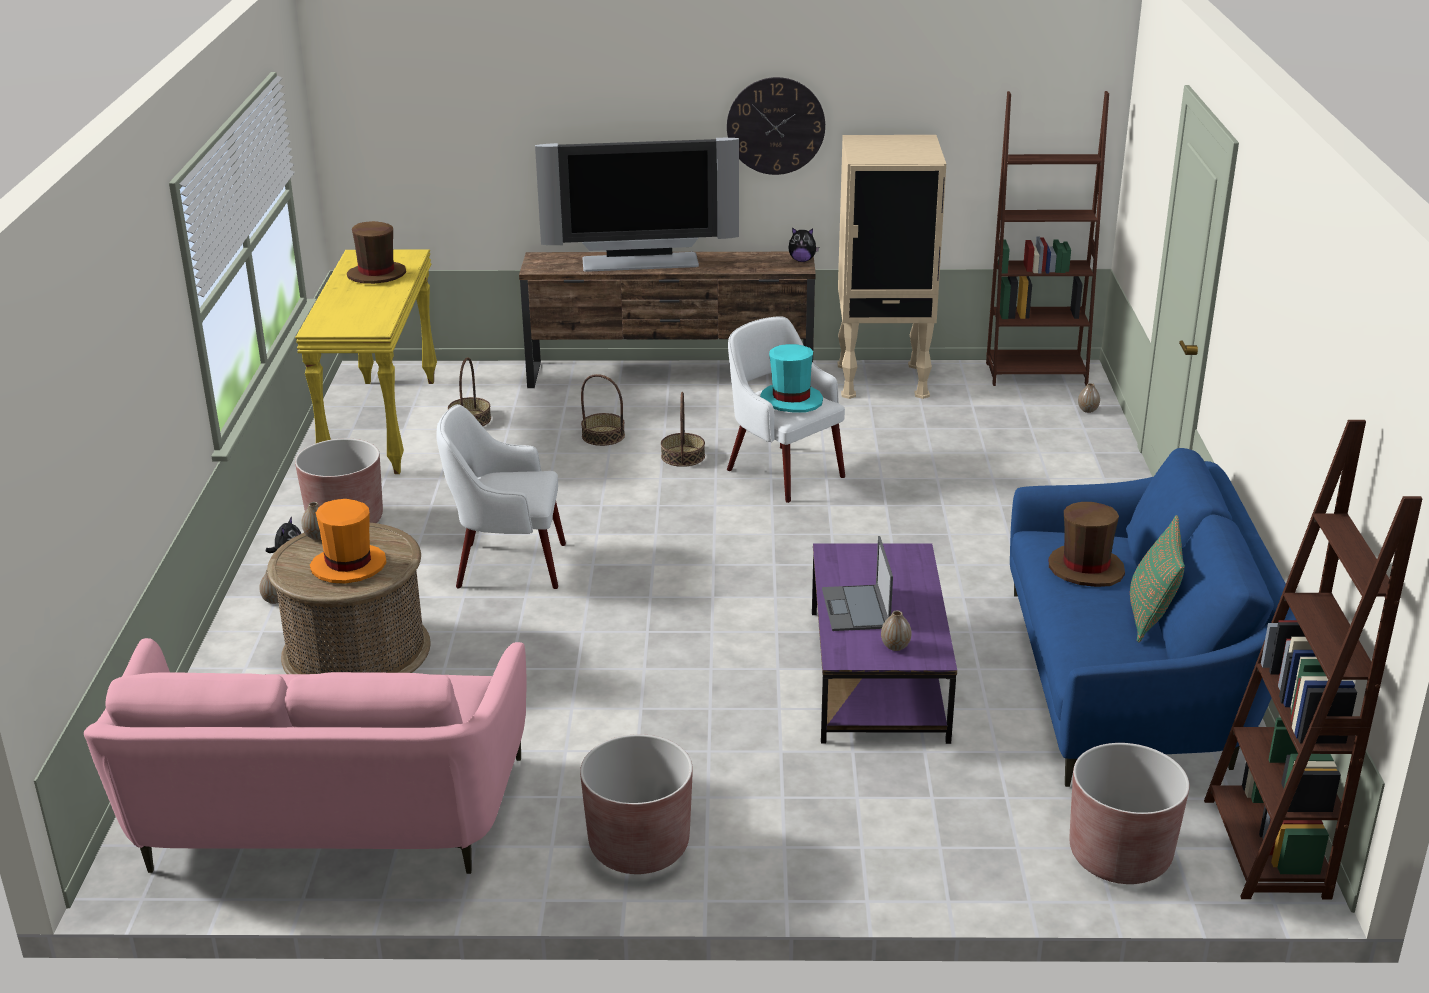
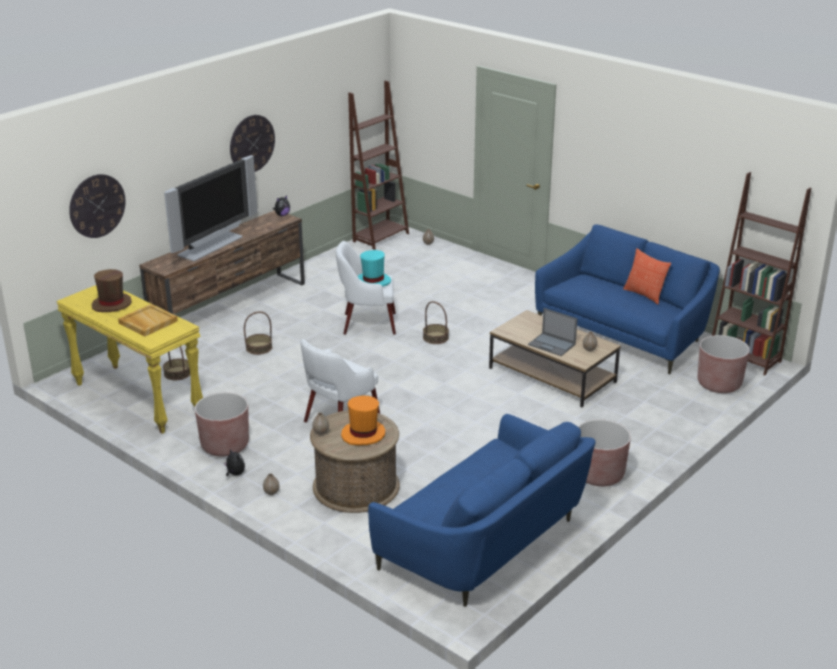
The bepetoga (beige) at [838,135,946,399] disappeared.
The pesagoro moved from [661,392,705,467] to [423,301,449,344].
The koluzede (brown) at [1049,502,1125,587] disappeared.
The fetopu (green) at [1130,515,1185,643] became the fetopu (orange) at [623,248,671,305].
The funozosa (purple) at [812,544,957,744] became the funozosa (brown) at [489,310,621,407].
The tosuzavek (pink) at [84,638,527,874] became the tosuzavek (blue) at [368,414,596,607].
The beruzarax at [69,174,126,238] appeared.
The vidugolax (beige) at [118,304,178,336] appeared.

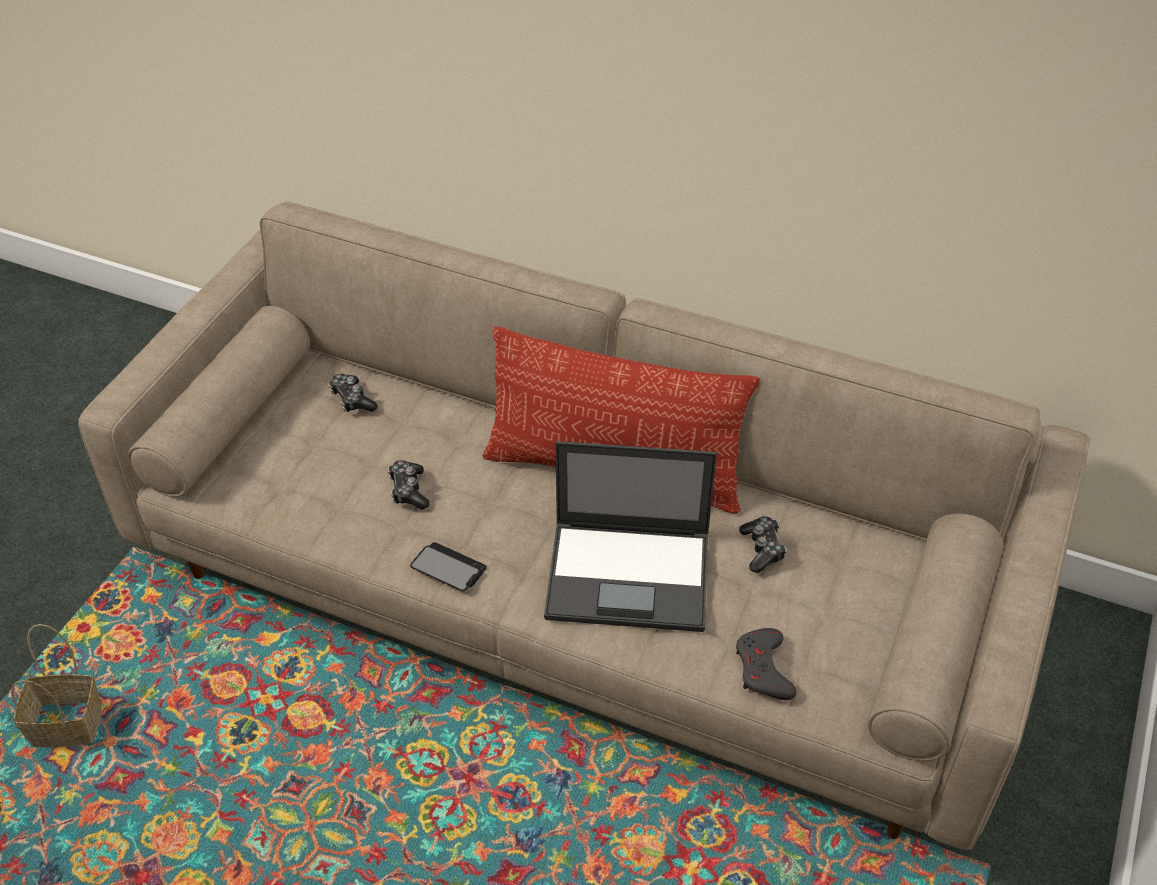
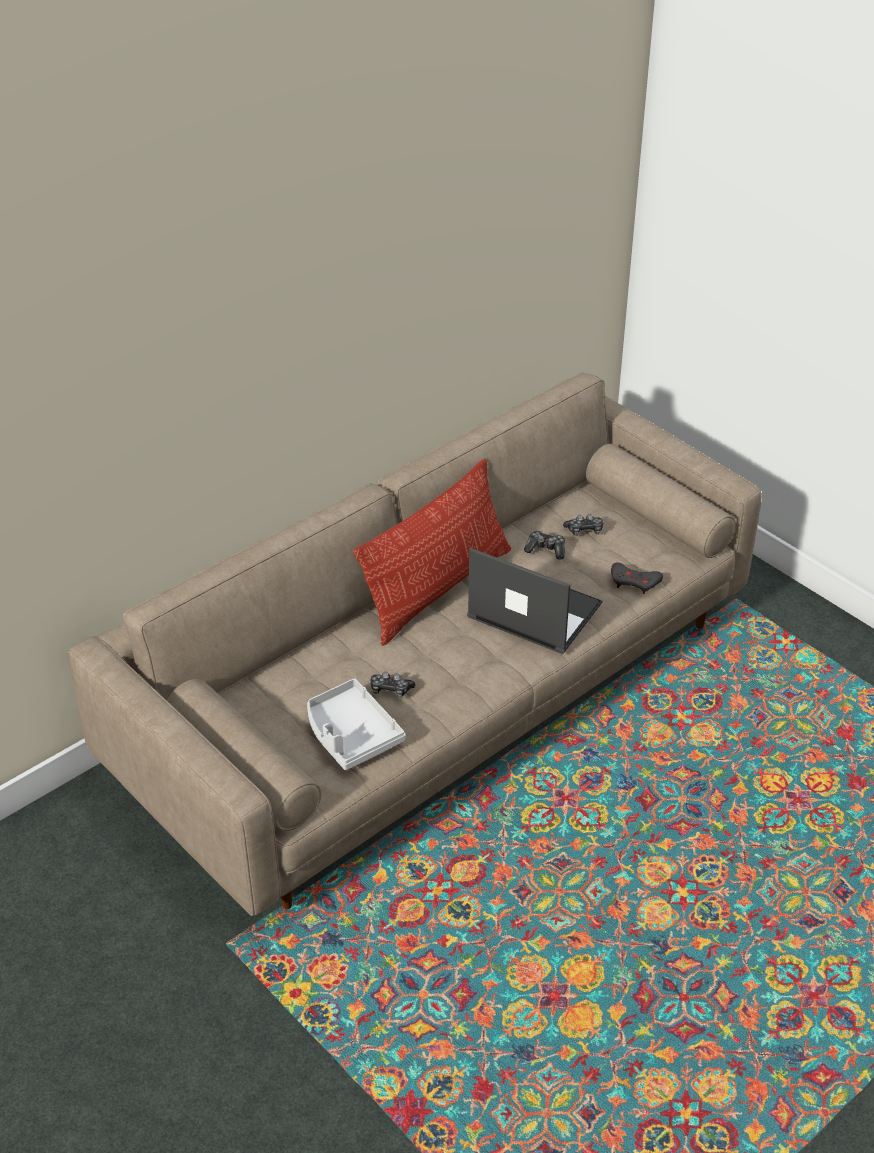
The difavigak moved from [329,374,378,412] to [563,514,603,536].
The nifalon at [544,441,717,632] turned 90 degrees counterclockwise.
The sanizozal at [410,542,487,592] disappeared.
The pesagoro at [11,624,102,747] disappeared.
The vidugolax (grey) at [307,679,406,770] appeared.

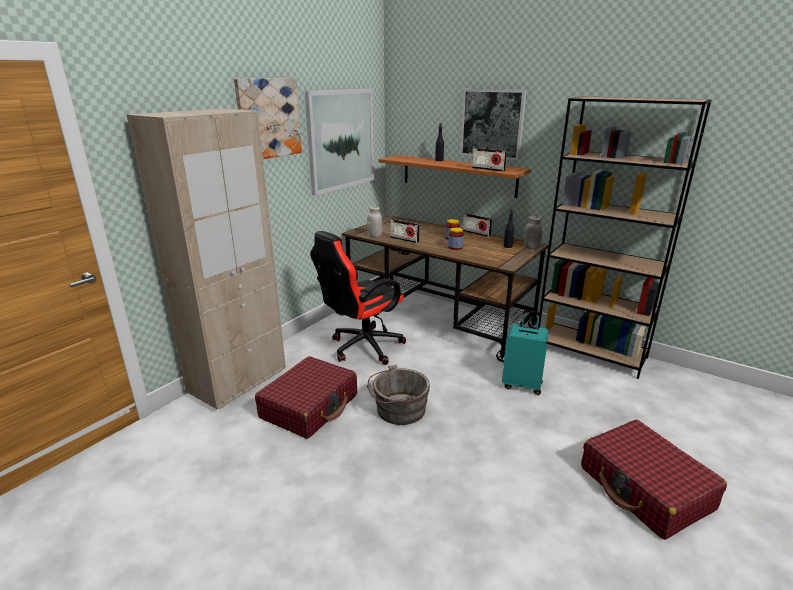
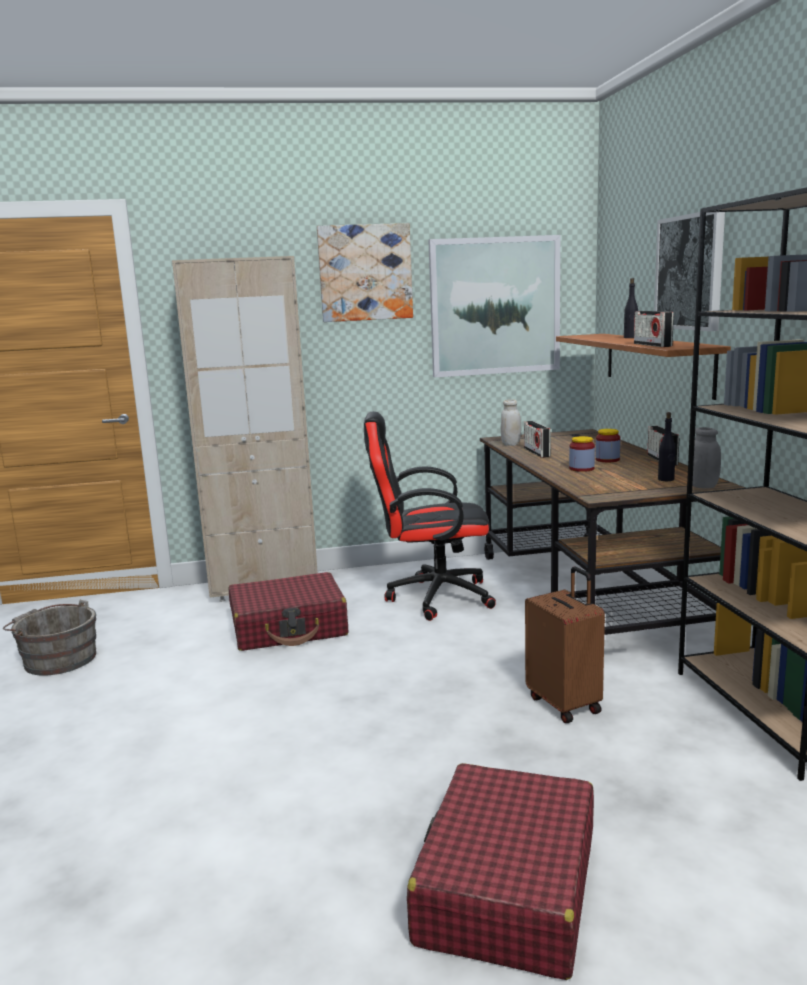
The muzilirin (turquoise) at [502,310,549,395] became the muzilirin (brown) at [525,567,605,723].
The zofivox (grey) moved from [367,365,430,425] to [3,600,96,676].

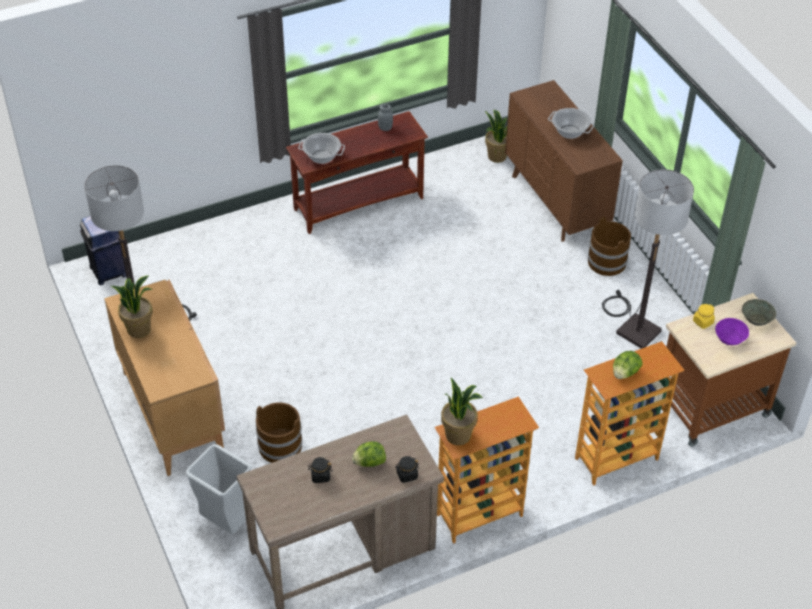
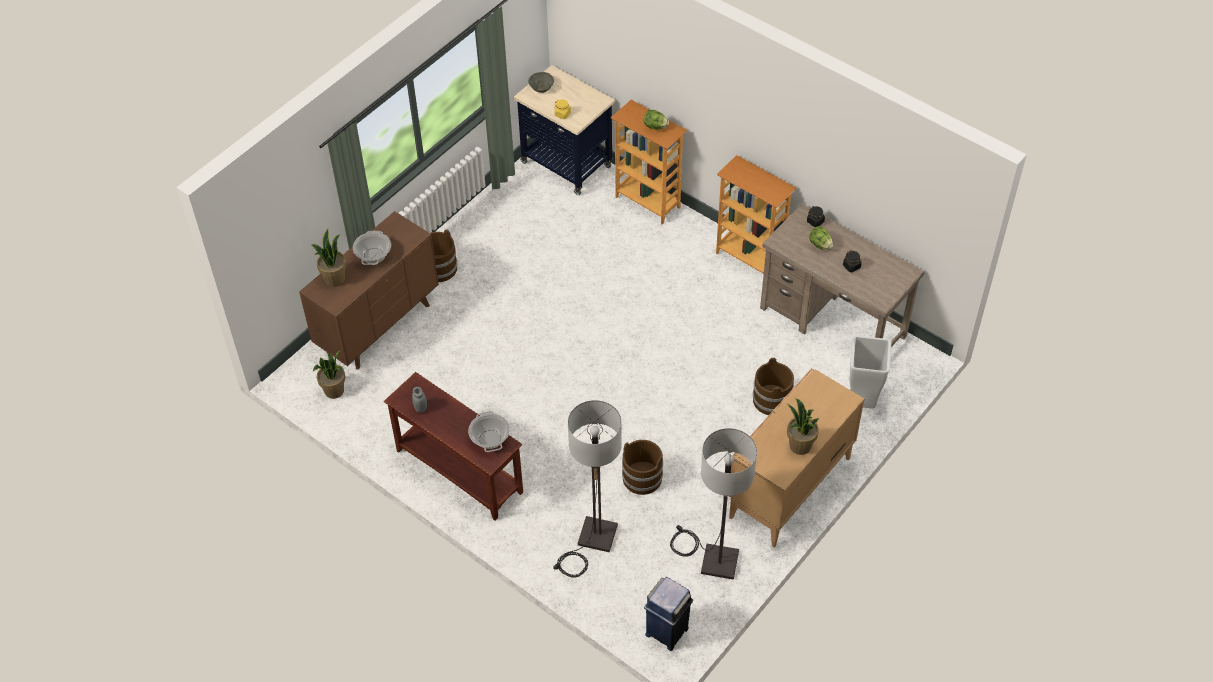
The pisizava moved from [602,169,694,349] to [553,400,622,578].
The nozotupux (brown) at [666,293,796,447] became the nozotupux (blue) at [514,65,615,196].
The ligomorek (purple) at [715,318,749,345] disappeared.
The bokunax moved from [441,378,483,445] to [311,229,346,287].
The zofivox (brown) at [622,440,663,495] appeared.

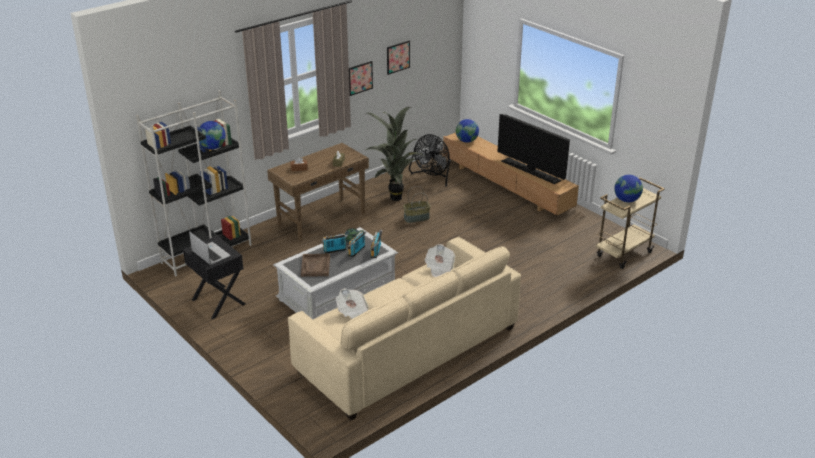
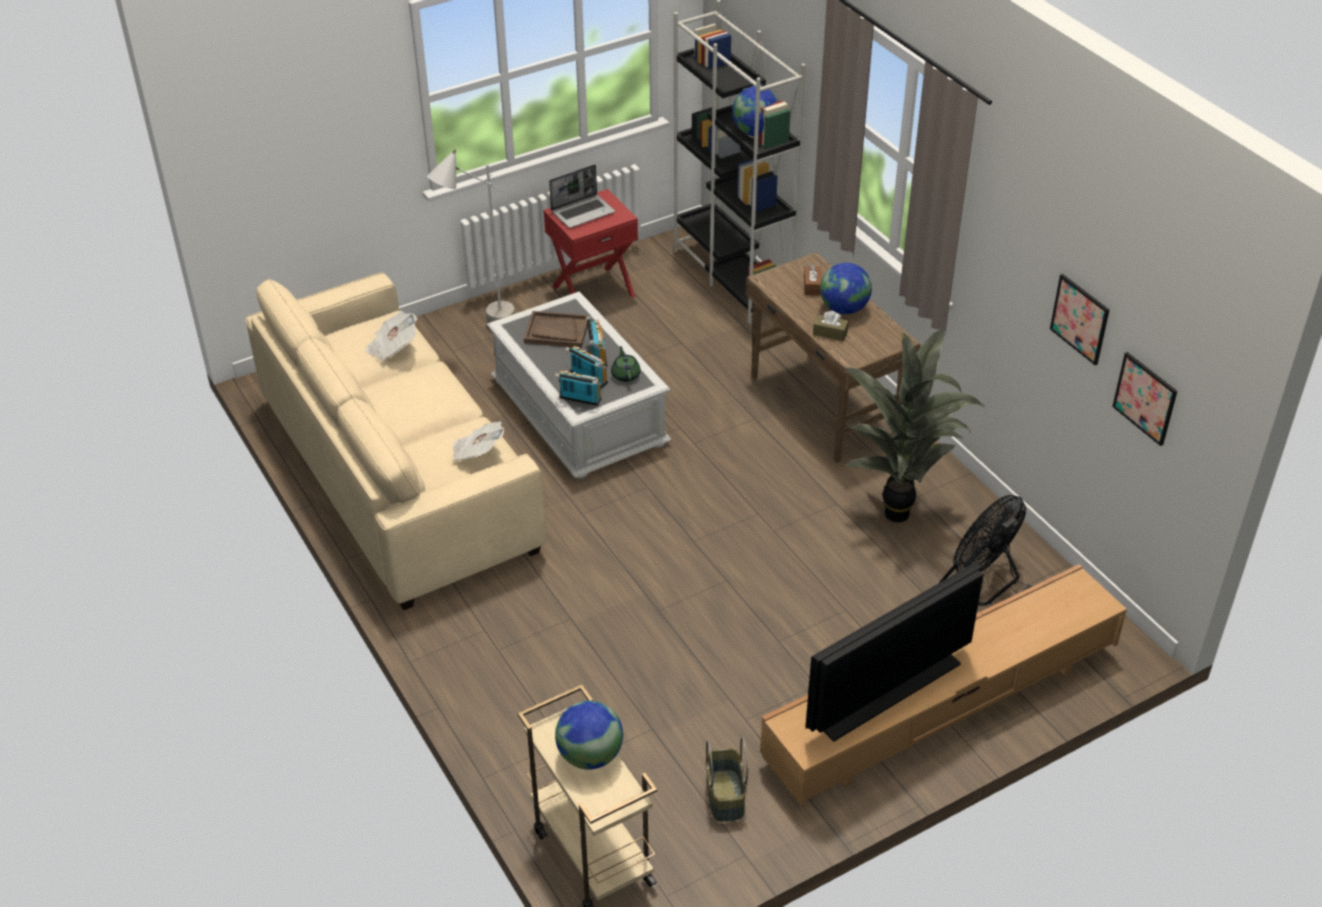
The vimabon moved from [349,61,373,96] to [1112,352,1177,446].
The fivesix moved from [456,119,479,143] to [820,263,872,314].
The pesagoro moved from [403,186,430,223] to [706,737,748,822].
The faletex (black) at [183,236,246,319] became the faletex (red) at [543,189,638,298].
The pisizava (grey) at [427,149,515,331] appeared.

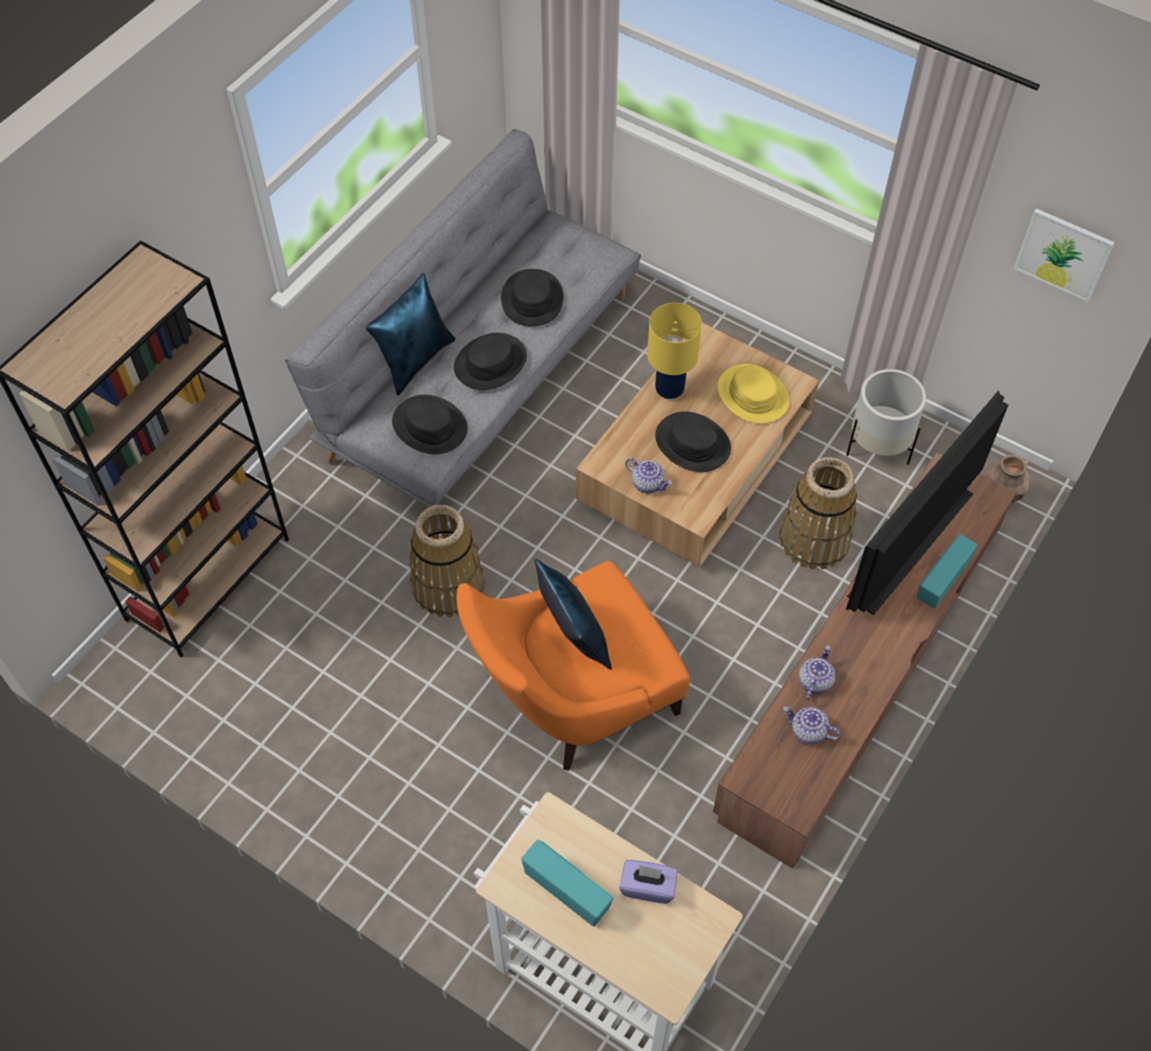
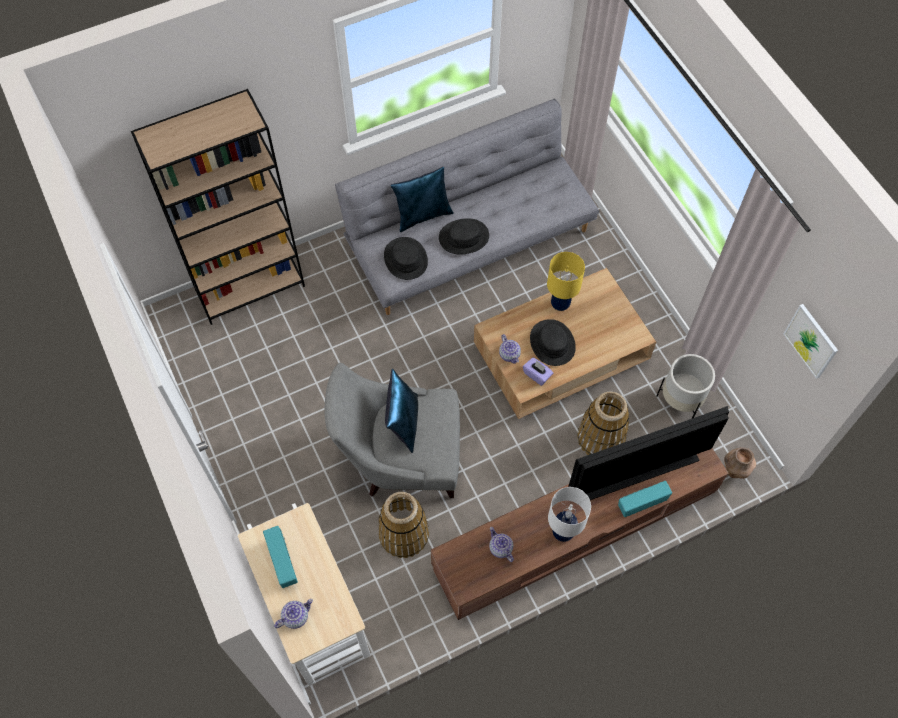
The koluzede (black) at [501,269,563,326] disappeared.
The koluzede (yellow) at [717,364,790,424] disappeared.
The pesagoro moved from [409,505,484,617] to [378,492,429,558].
The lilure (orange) at [457,561,690,771] became the lilure (grey) at [325,363,460,498].
The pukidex moved from [799,646,835,700] to [274,599,313,629].
The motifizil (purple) moved from [619,860,678,904] to [523,357,553,386].
The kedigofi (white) at [548,487,591,542] appeared.

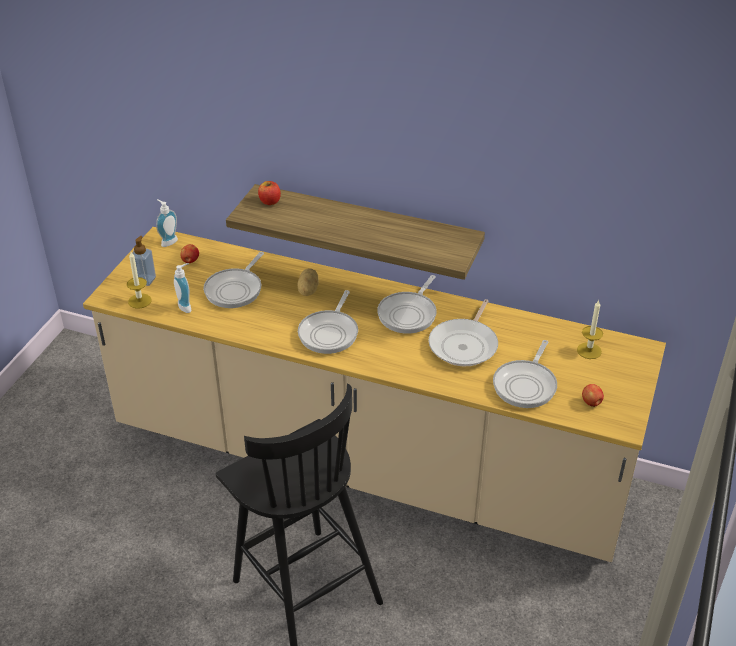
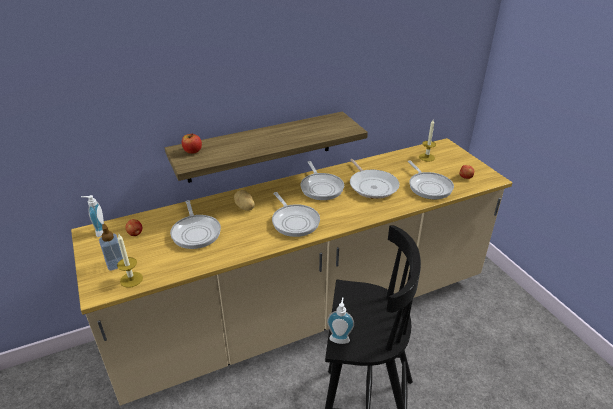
The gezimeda moved from [174,263,191,313] to [327,297,354,344].

